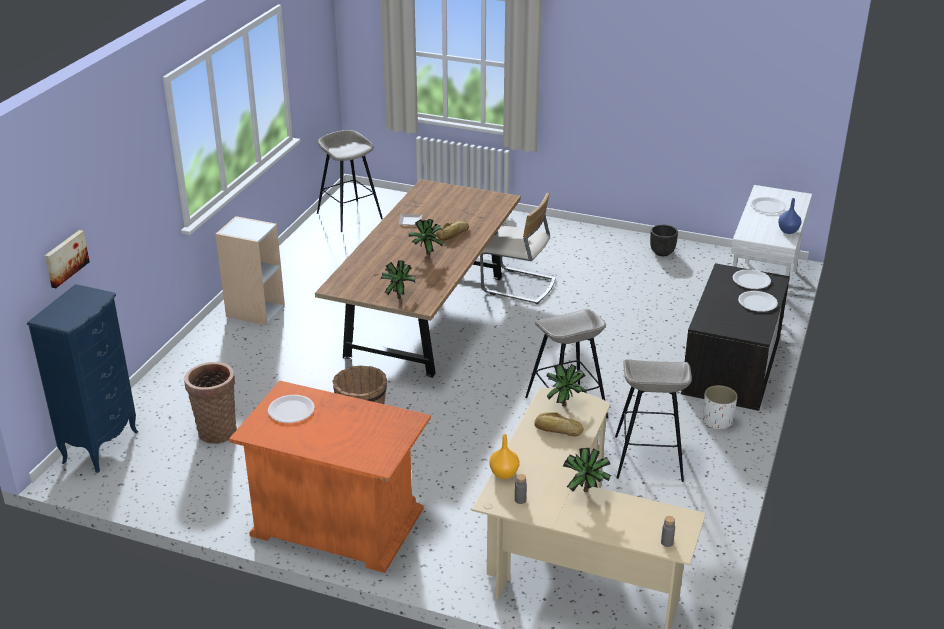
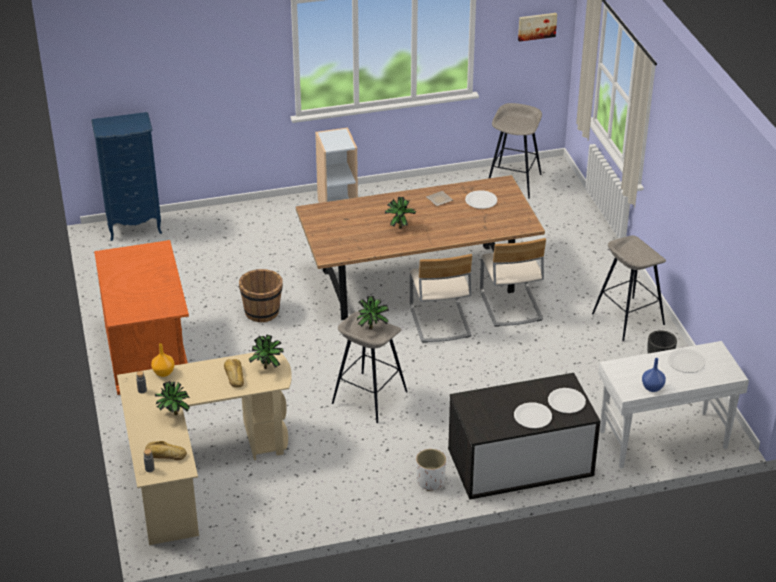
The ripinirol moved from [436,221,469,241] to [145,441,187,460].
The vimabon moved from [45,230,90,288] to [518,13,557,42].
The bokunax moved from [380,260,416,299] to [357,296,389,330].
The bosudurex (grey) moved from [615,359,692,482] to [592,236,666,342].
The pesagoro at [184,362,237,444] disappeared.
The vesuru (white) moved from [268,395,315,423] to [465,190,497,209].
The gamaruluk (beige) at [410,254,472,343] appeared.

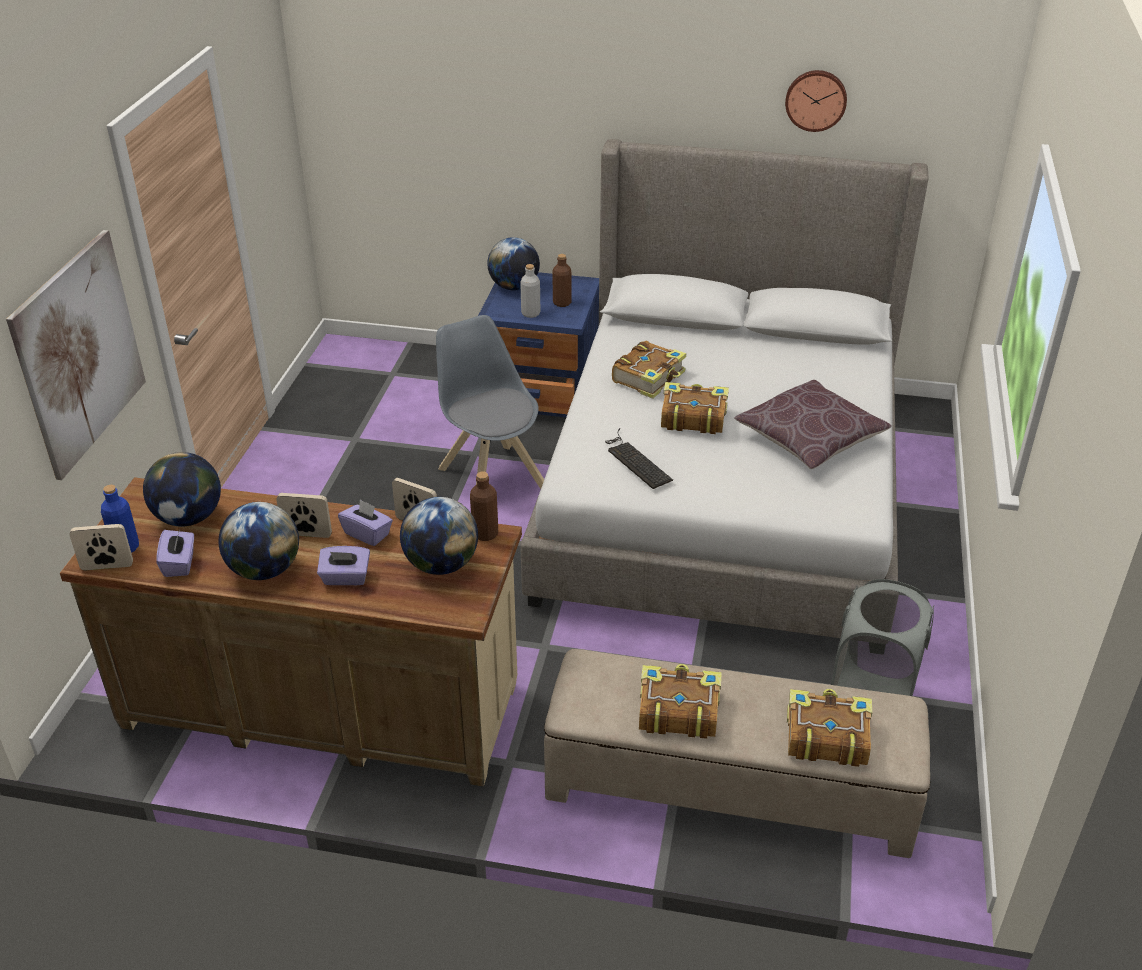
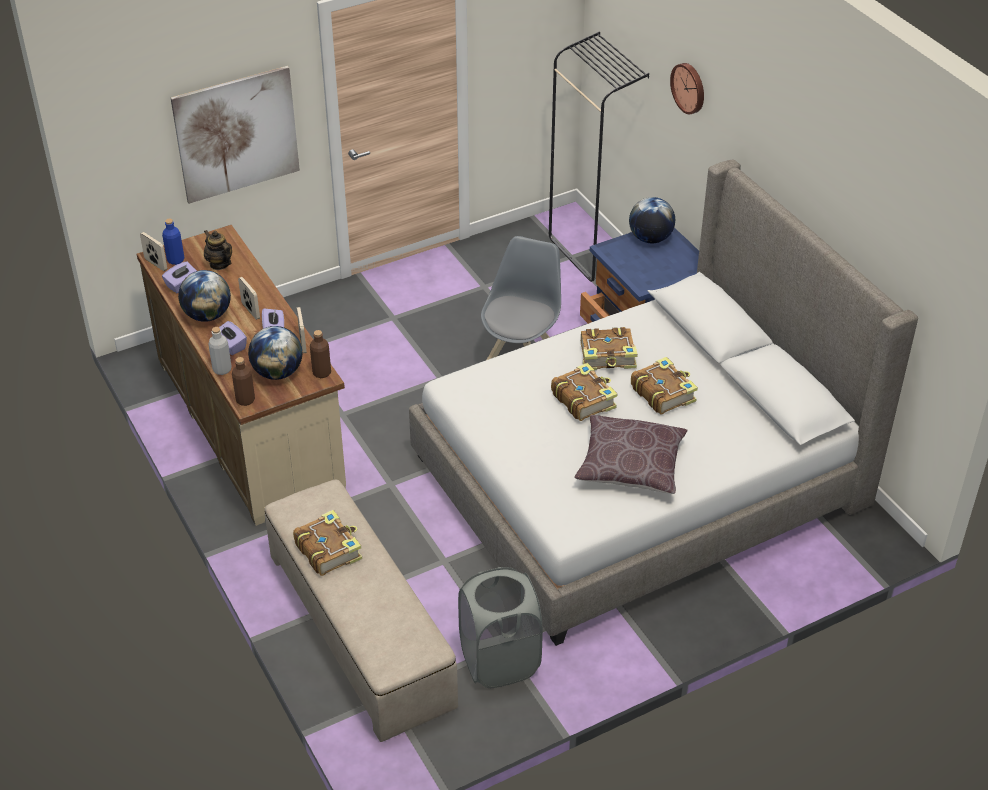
The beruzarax moved from [785,70,847,132] to [670,63,704,114].
The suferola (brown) moved from [552,254,572,307] to [232,357,255,406].
The suferola (grey) moved from [520,264,540,318] to [208,327,232,375].
The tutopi at [605,428,673,489] disappeared.
The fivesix at [143,452,221,527] was replaced by the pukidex at [204,230,232,270].
The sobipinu moved from [787,689,872,767] to [631,357,698,415].
The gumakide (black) at [549,31,649,282] appeared.

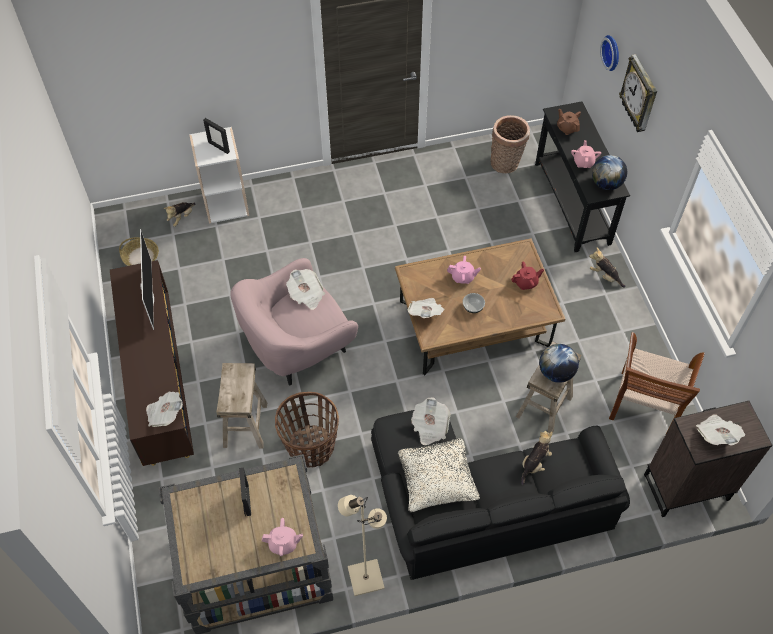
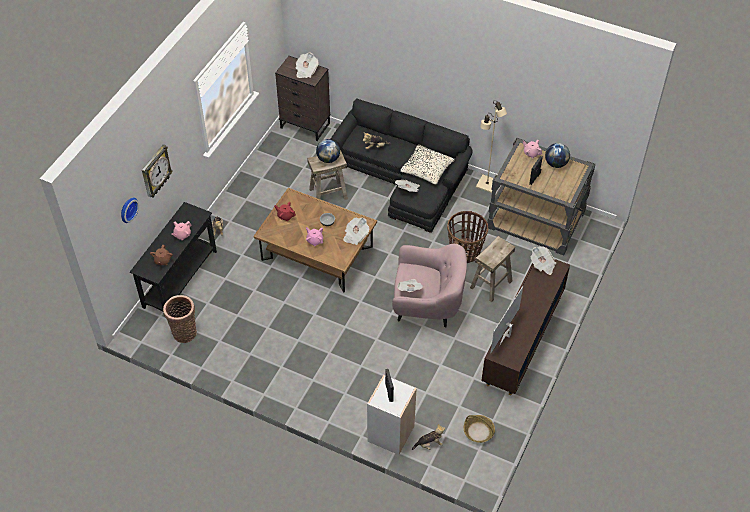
The fivesix moved from [592,155,627,190] to [545,143,570,168].
The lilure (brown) at [609,332,705,428] disappeared.

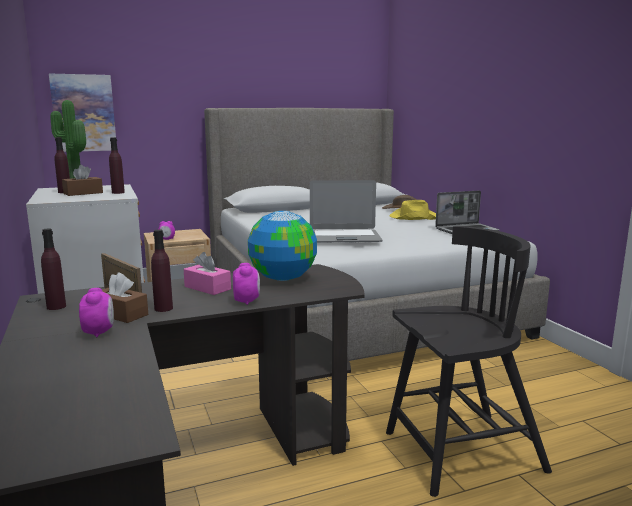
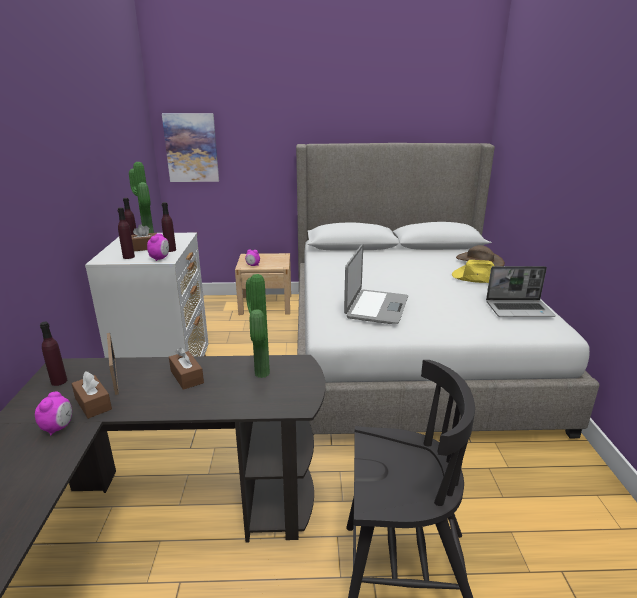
The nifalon at [310,180,383,243] turned 90 degrees counterclockwise.
The fivesix at [248,211,317,281] was replaced by the bokunax at [246,274,270,378].
The suferola (purple) moved from [151,230,173,312] to [118,207,135,259].
The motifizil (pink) at [184,252,231,295] became the motifizil (brown) at [169,348,204,390].
The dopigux moved from [233,263,260,305] to [147,233,169,261].

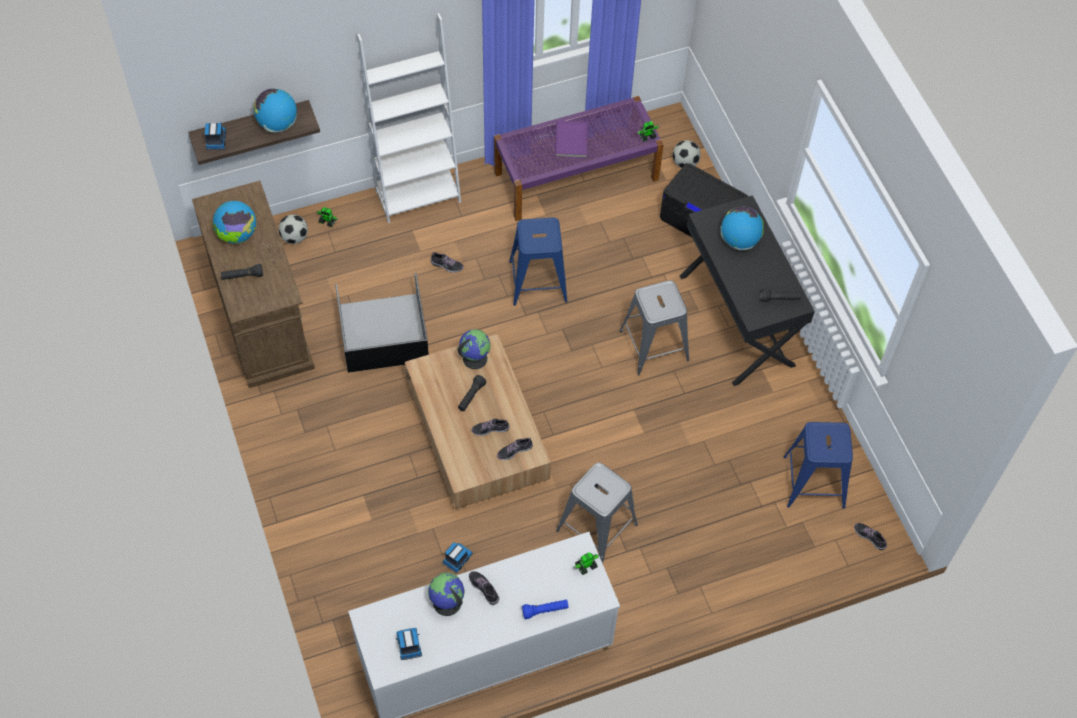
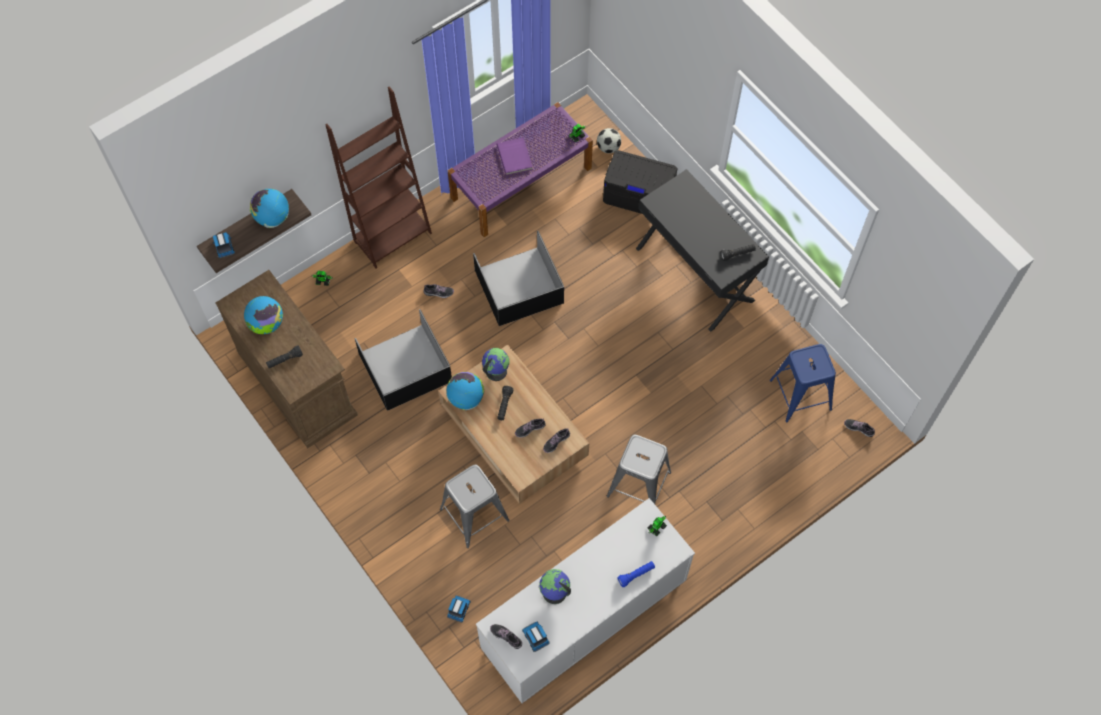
The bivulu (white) at [357,13,461,223] became the bivulu (brown) at [325,87,432,269].
The fivesix moved from [721,206,764,250] to [446,372,484,410].
The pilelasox at [279,214,308,244] disappeared.
The bosudurex (blue) at [509,218,567,306] was replaced by the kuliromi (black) at [473,231,564,326].
The bosudurex (grey) moved from [619,280,690,375] to [440,465,510,548].
The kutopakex moved from [442,542,473,573] to [447,596,471,622].
The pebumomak moved from [469,571,499,605] to [490,624,522,649].

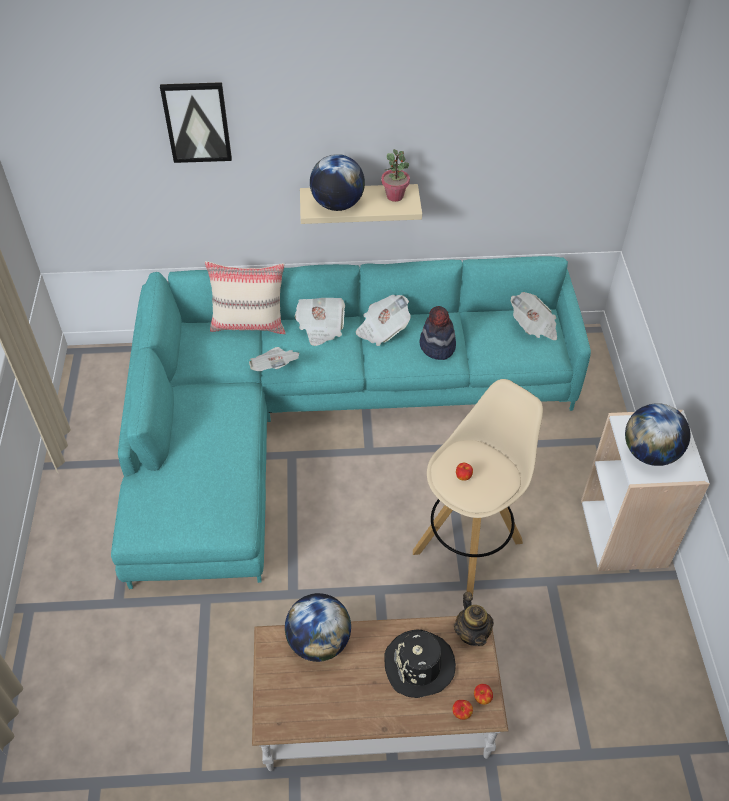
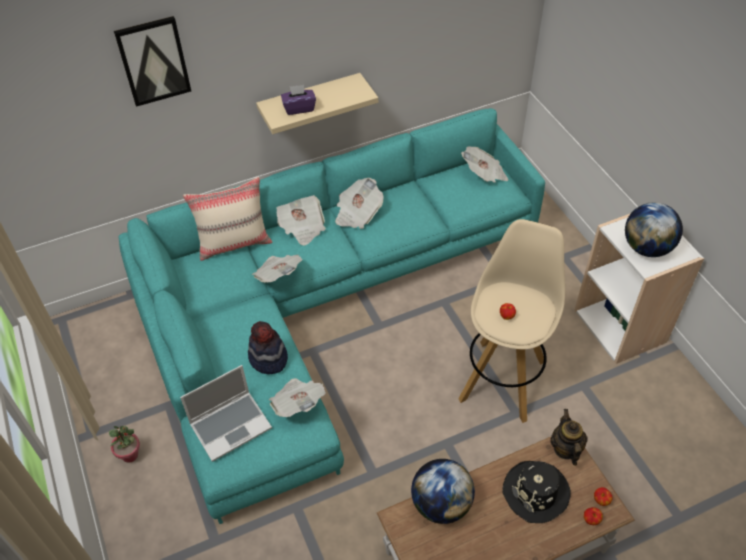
The bokunax moved from [381,149,410,202] to [109,426,140,463].
The fivesix at [310,154,365,211] was replaced by the motifizil (purple) at [281,85,316,115].
The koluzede moved from [420,306,456,360] to [248,321,288,374].
The pukidex at [454,592,494,646] turned 150 degrees counterclockwise.
The nifalon at [180,365,272,462] appeared.
The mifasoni at [269,378,326,417] appeared.

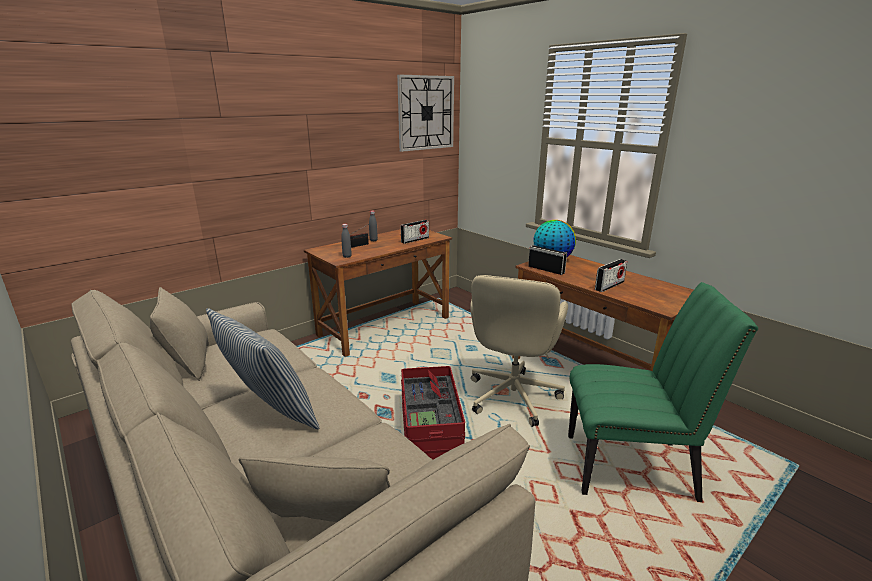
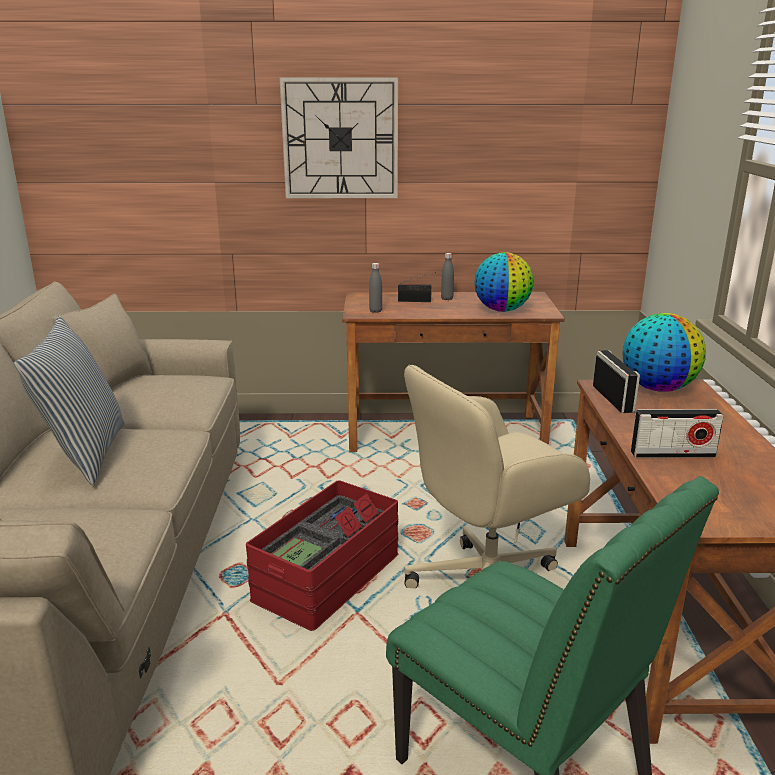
The beruzarax moved from [397,75,454,152] to [280,77,398,198].
The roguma at [401,220,429,244] was replaced by the fivesix at [474,252,534,312].

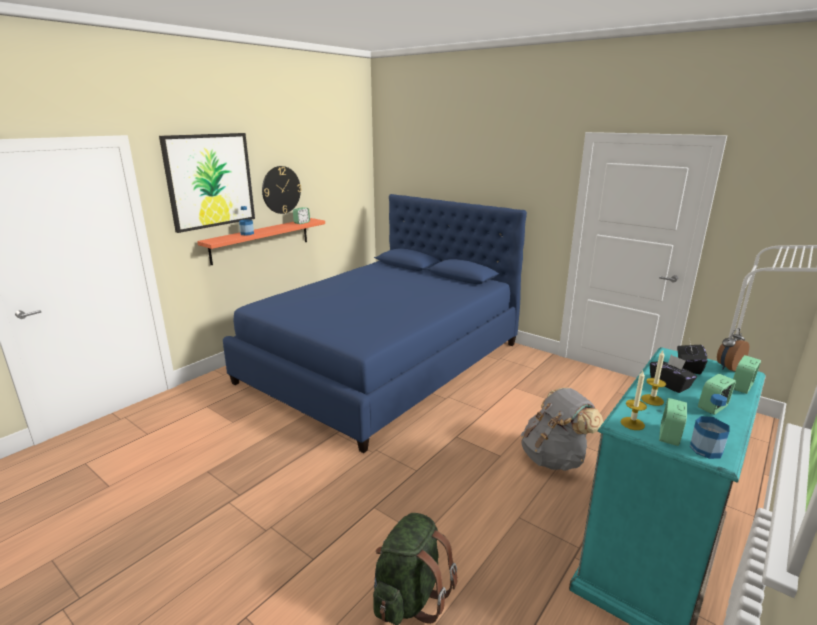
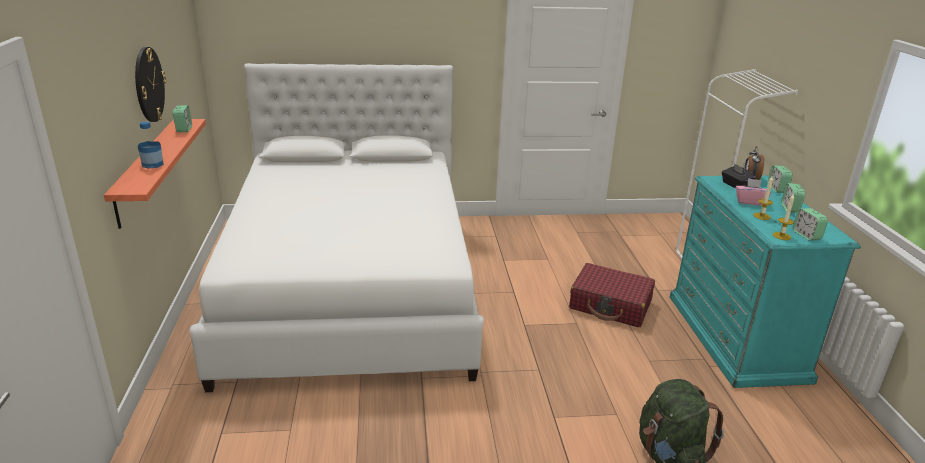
The vimabon at [159,133,255,233] disappeared.
The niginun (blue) at [223,194,527,453] became the niginun (white) at [190,63,484,392].
The motifizil (black) at [650,355,697,393] became the motifizil (pink) at [736,178,771,206].
The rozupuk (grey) at [521,387,603,471] was replaced by the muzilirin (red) at [569,263,655,327].
The suferola at [690,394,729,459] disappeared.

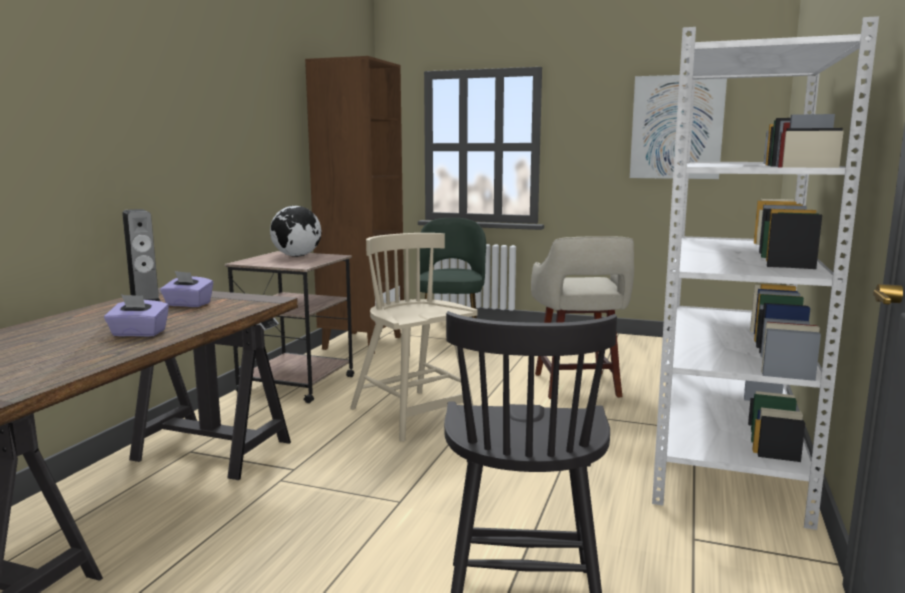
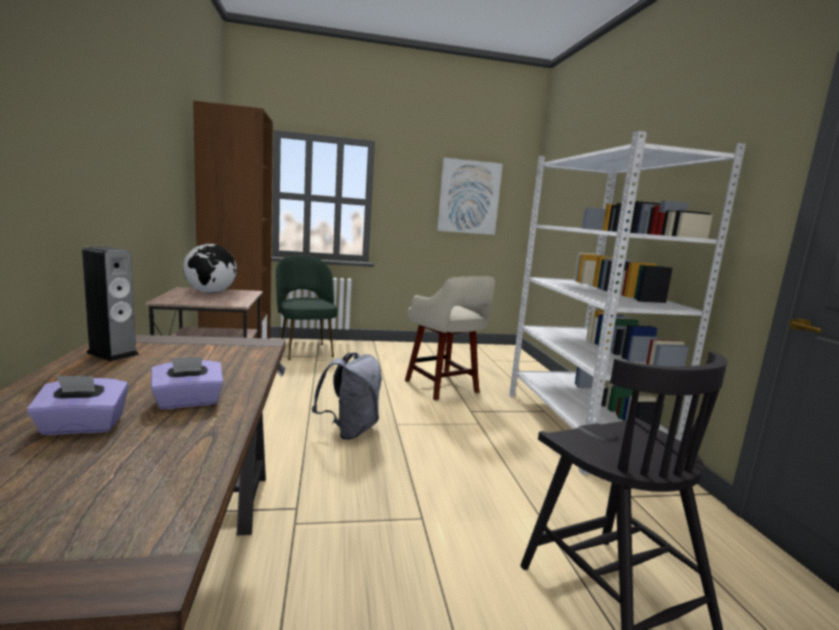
The gamaruluk (beige) at [350,233,478,442] was replaced by the rozupuk (grey) at [312,353,382,440].
The motifizil (purple) moved from [160,271,213,307] to [27,375,129,435].

